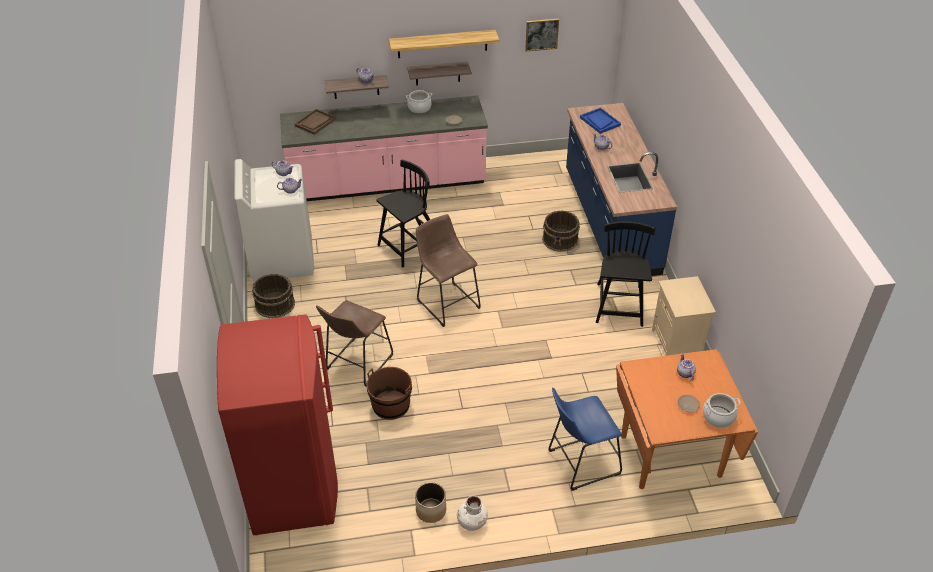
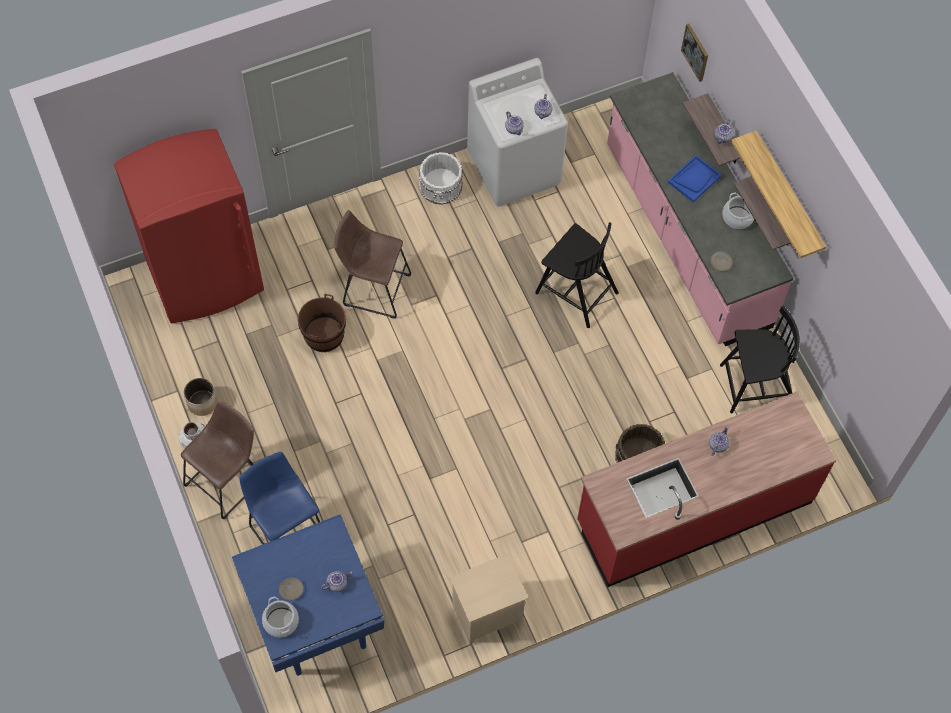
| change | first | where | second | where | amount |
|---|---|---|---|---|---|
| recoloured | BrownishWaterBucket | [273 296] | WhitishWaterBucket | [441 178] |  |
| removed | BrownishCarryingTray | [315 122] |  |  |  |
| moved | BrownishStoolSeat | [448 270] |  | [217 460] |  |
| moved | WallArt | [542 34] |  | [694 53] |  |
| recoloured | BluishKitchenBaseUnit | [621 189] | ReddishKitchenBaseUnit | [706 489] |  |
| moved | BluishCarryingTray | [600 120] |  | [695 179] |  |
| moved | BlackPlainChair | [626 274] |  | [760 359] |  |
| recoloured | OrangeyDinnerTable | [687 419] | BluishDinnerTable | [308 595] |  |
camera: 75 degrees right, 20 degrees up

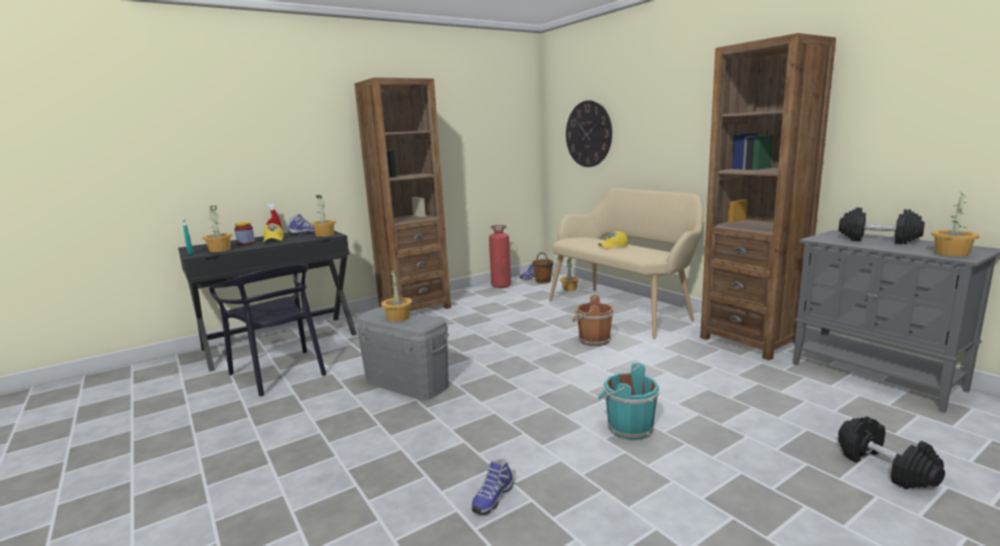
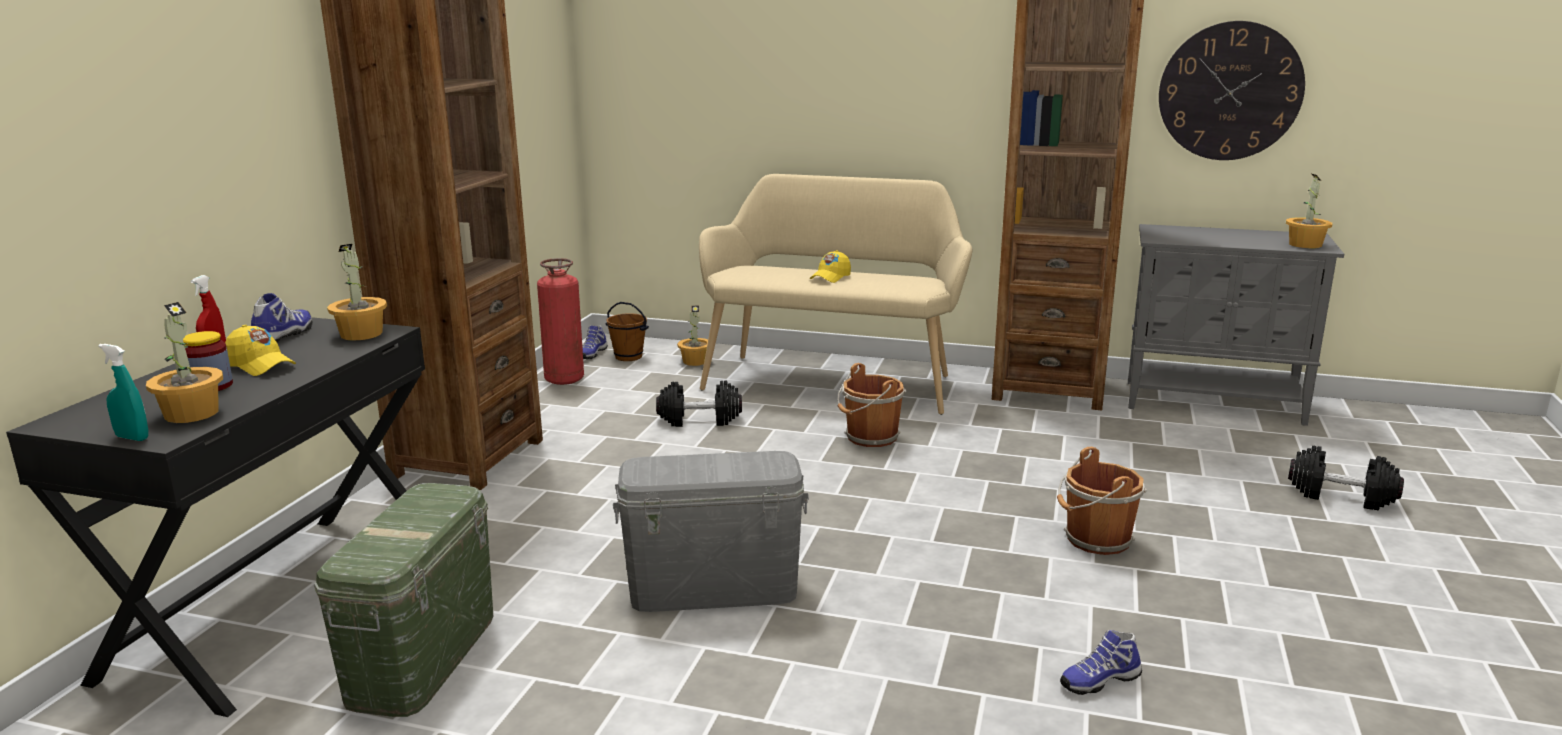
| change | first | where | second | where | amount |
|---|---|---|---|---|---|
| replaced | BlackPlainChair | [267 330] | GreenStorageBin | [403 600] |  |
| removed | PottedPlant | [396 295] |  |  |  |
| turned | Shoe | [493 487] |  | [1101 662] | 75 degrees clockwise |
| moved | WallClock | [589 133] |  | [1232 90] |  |
| recoloured | BlueGreenWaterBucket | [628 401] | BrownishWaterBucket | [1102 501] |  |
| moved | BlackHandWeight | [882 225] |  | [699 404] |  |
camera: 40 degrees left, 5 degrees up

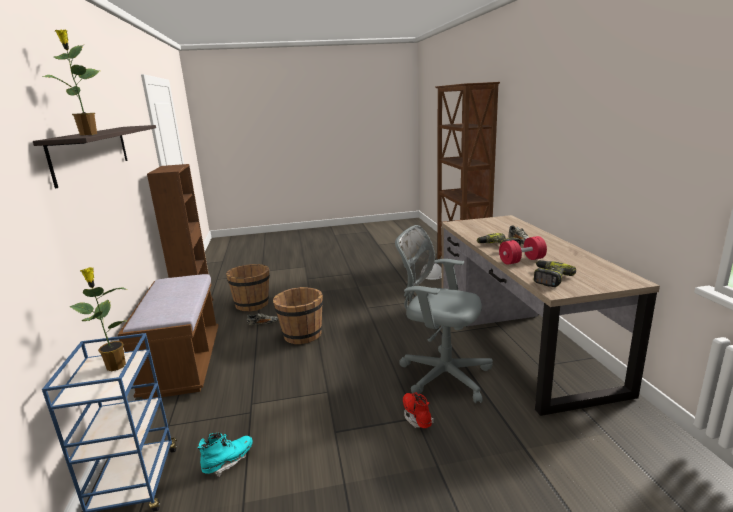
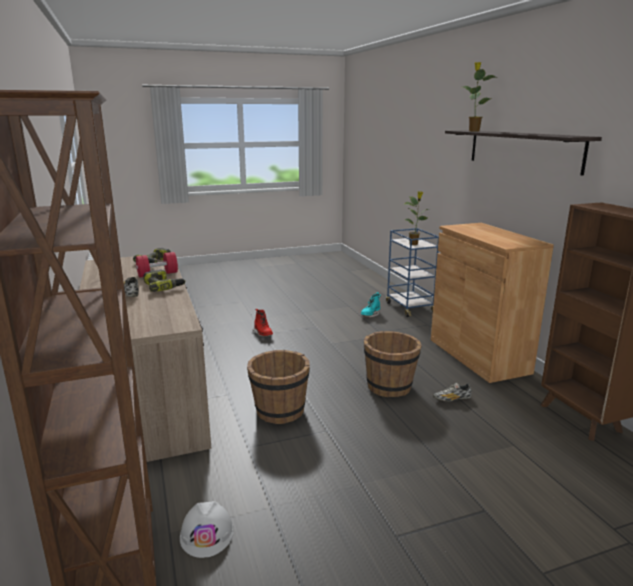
| change | first | where | second | where | amount |
|---|---|---|---|---|---|
| replaced | BrownishLongSeat | [168 336] | BrownishCupboard | [492 303] |  |
| moved | BrownishWaterBucket | [248 287] |  | [278 387] |  |
| removed | GrayOfficeChair | [444 314] |  |  |  |
camera: 170 degrees right, 0 degrees up

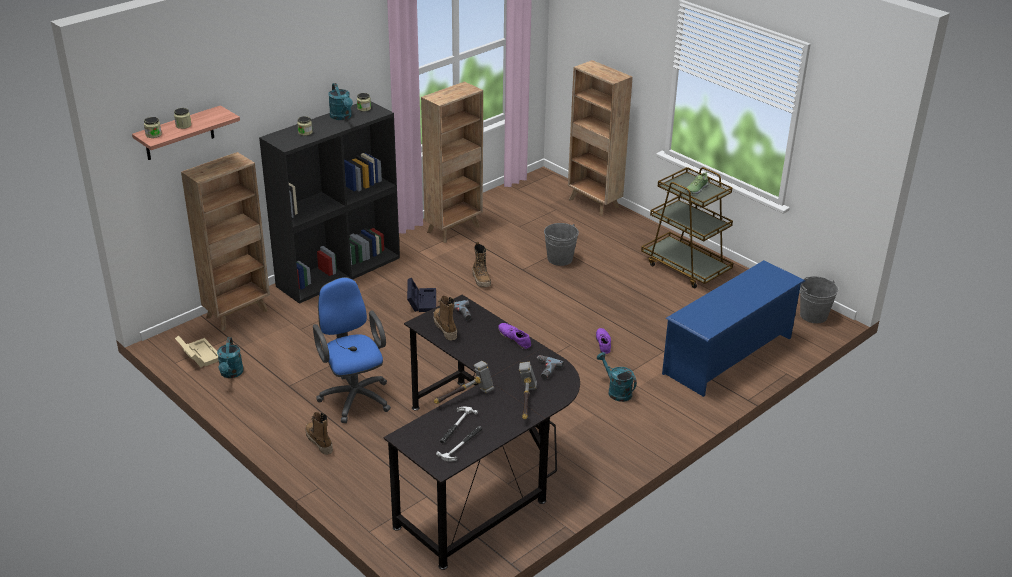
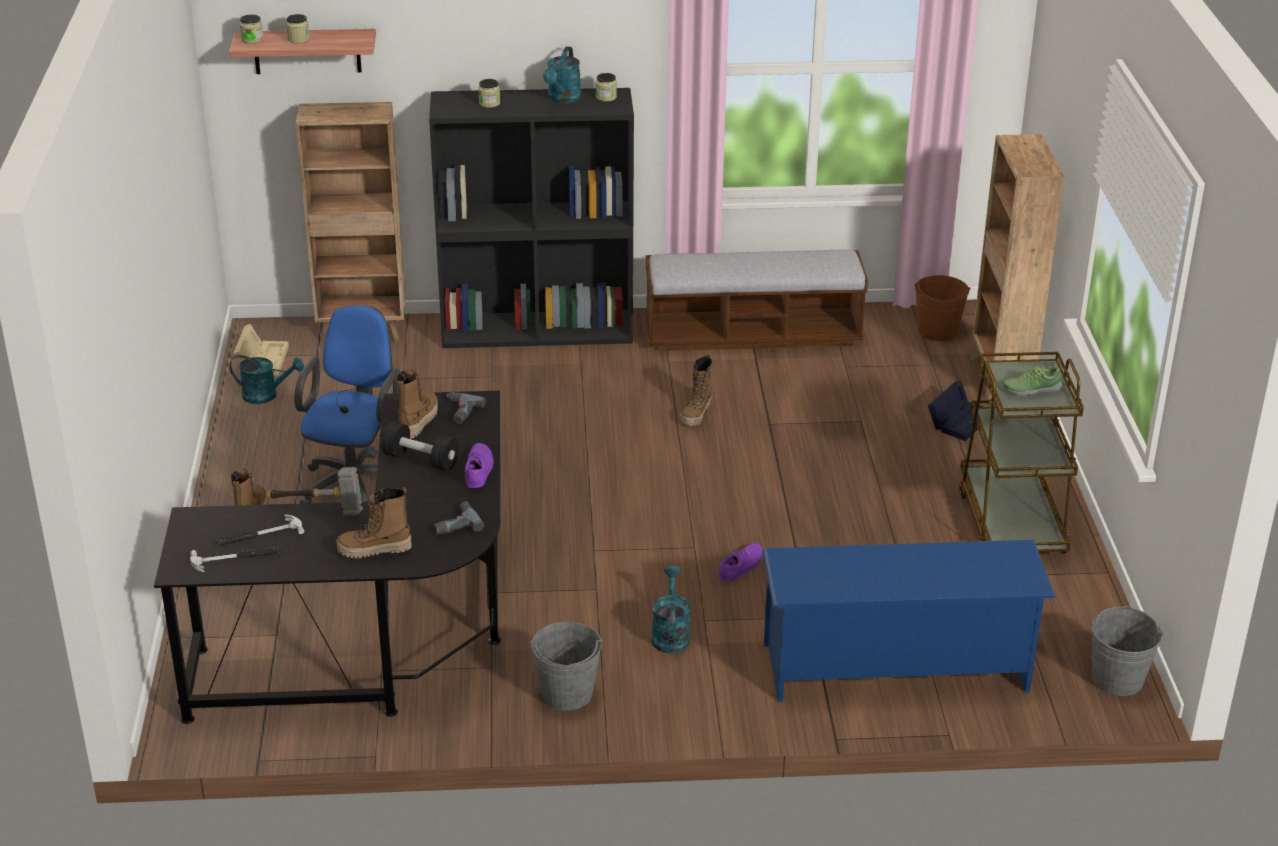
| change | first | where | second | where | amount |
|---|---|---|---|---|---|
| turned | BlueGreenSprinklingCan | [230 357] |  | [267 379] | 120 degrees counterclockwise |
| moved | BlackStorageBin | [421 295] |  | [955 411] |  |
| replaced | BrownishBookcase | [452 162] | LongSeat | [756 300] |  |
| replaced | Hammer | [528 391] | TallBoot | [374 522] |  |
| moved | GrayWaterBucket | [561 244] |  | [566 666] |  |
| added |  |  | BlackHandWeight | [420 446] |  |
| added |  |  | BrownishWaterBucket | [942 308] |  |
camera: 40 degrees right, 0 degrees up

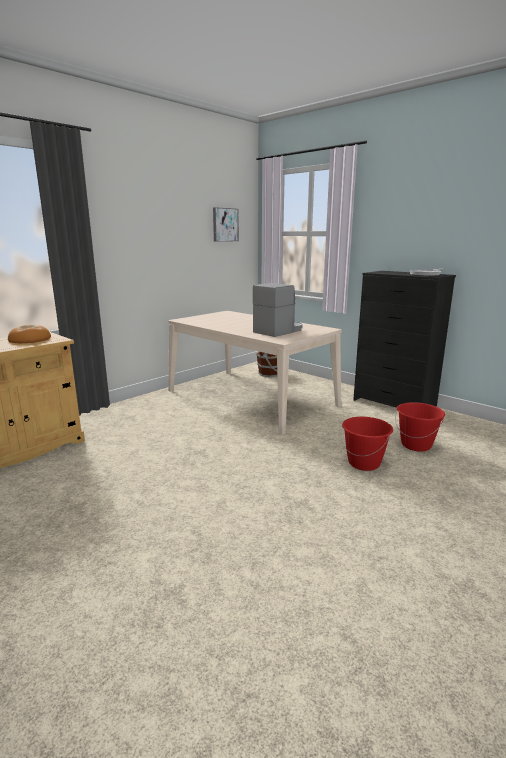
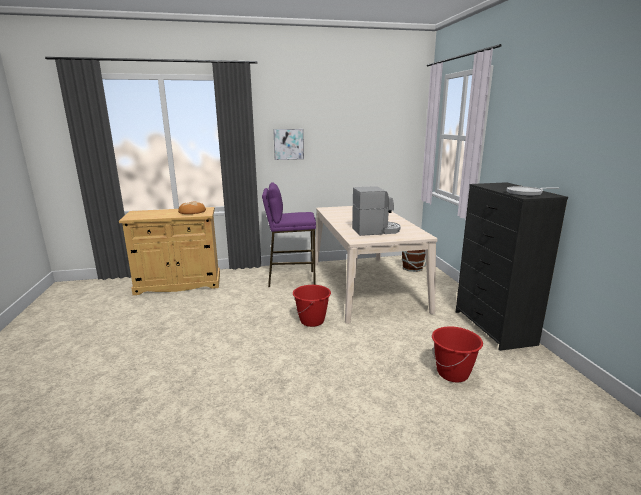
| change | first | where | second | where | amount |
|---|---|---|---|---|---|
| moved | WallArt | [226 224] |  | [288 144] |  |
| moved | ReddishWaterBucket | [367 444] |  | [312 306] |  |
| added |  |  | PurpleColouredStoolSeat | [289 234] |  |
camera: 35 degrees right, 0 degrees up

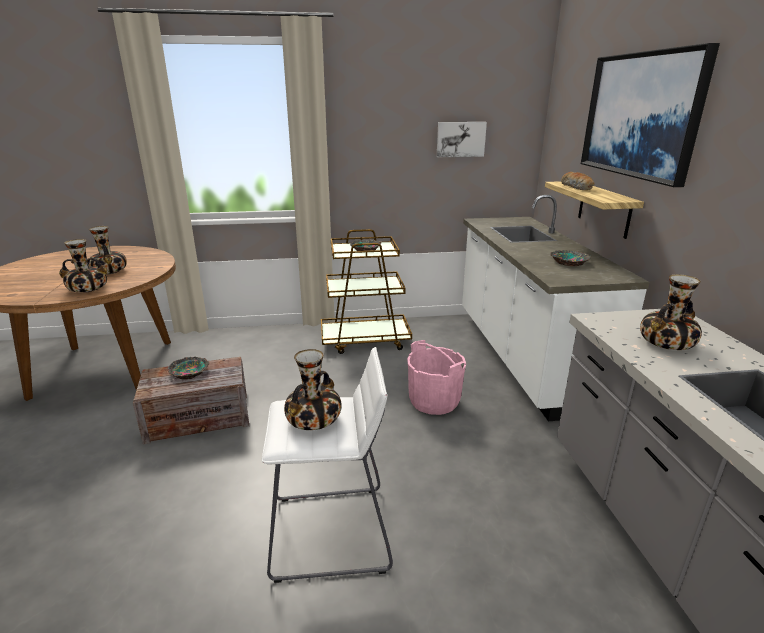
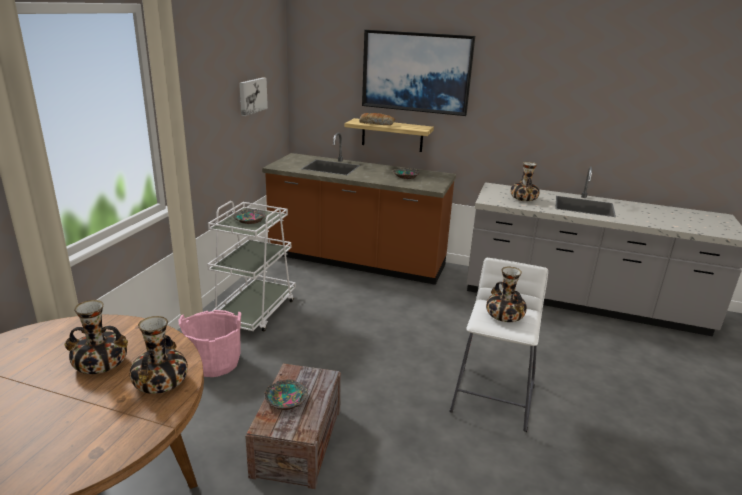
| change | first | where | second | where | amount |
|---|---|---|---|---|---|
| recoloured | BrownishTrolley | [366 291] | WhitishTrolley | [251 266] |  |
| moved | PinkishWaterBucket | [436 377] |  | [209 343] |  |
| recoloured | WhitishKitchenBaseUnit | [556 308] | BrownishKitchenBaseUnit | [359 208] |  |
camera: 65 degrees left, 0 degrees up

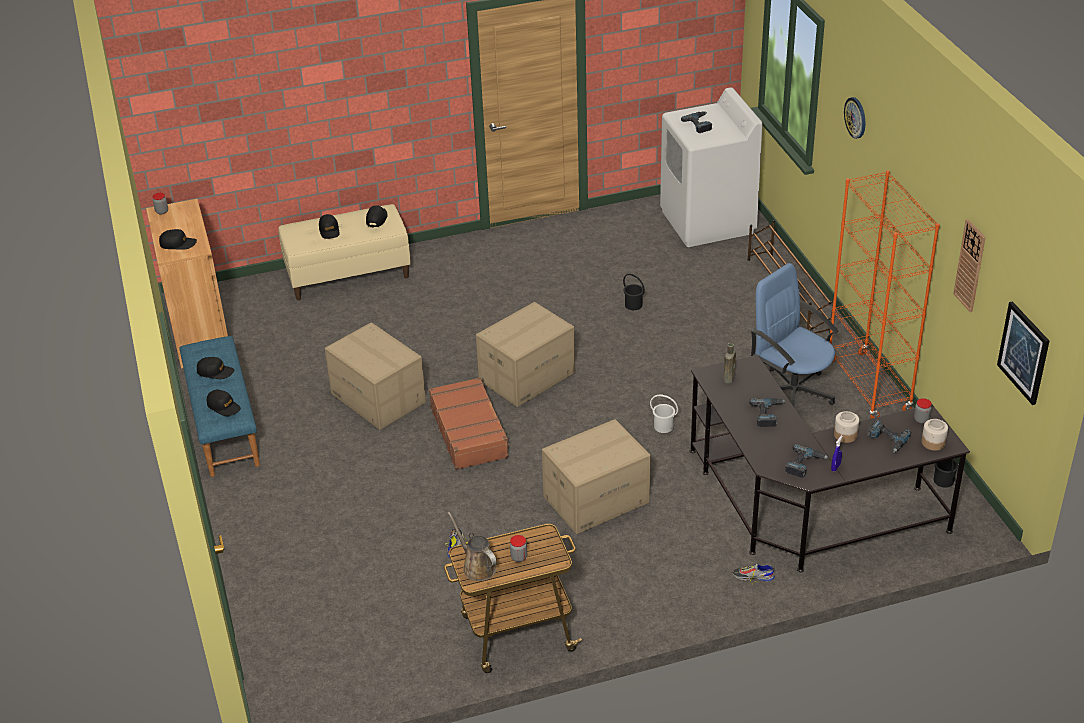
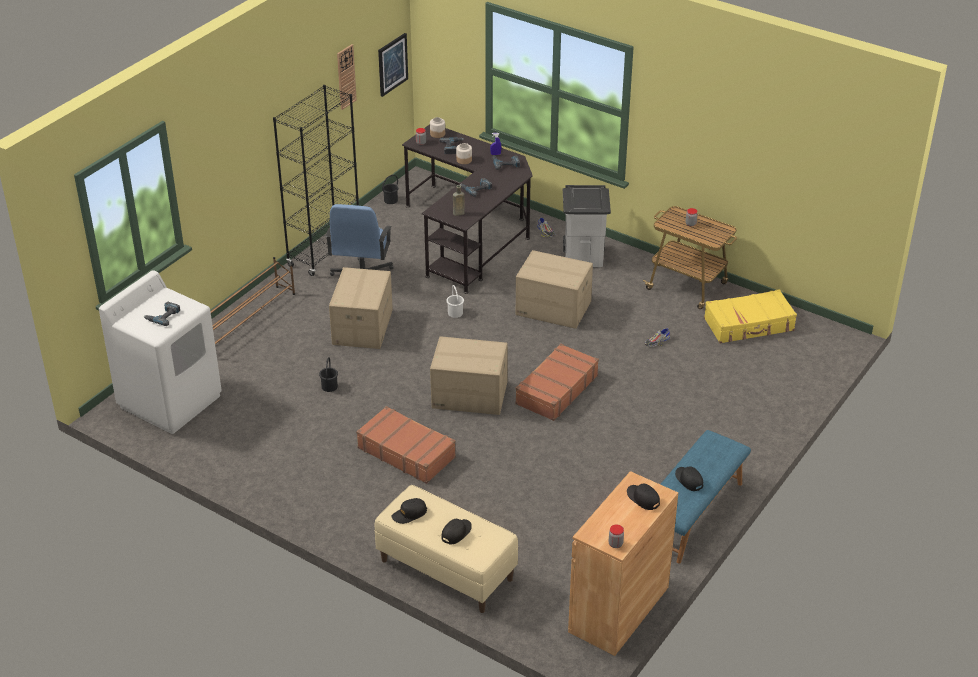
| change | first | where | second | where | amount |
|---|---|---|---|---|---|
| removed | BlackBaseballCap | [224 402] |  |  |  |
| moved | PackingBox | [375 376] |  | [361 308] |  |
| removed | BrownishSprinklingCan | [472 546] |  |  |  |
| recoloured | OrangeyBookcase | [885 295] | BlackBookcase | [316 180] |  |
| removed | WallClock | [854 118] |  |  |  |
| added |  |  | BrownishPieceOfLuggage | [406 445] |  |
| added |  |  | GrayWasteBin | [587 226] |  |
| added |  |  | YellowPieceOfLuggage | [750 316] |  |
camera: 130 degrees left, 0 degrees up

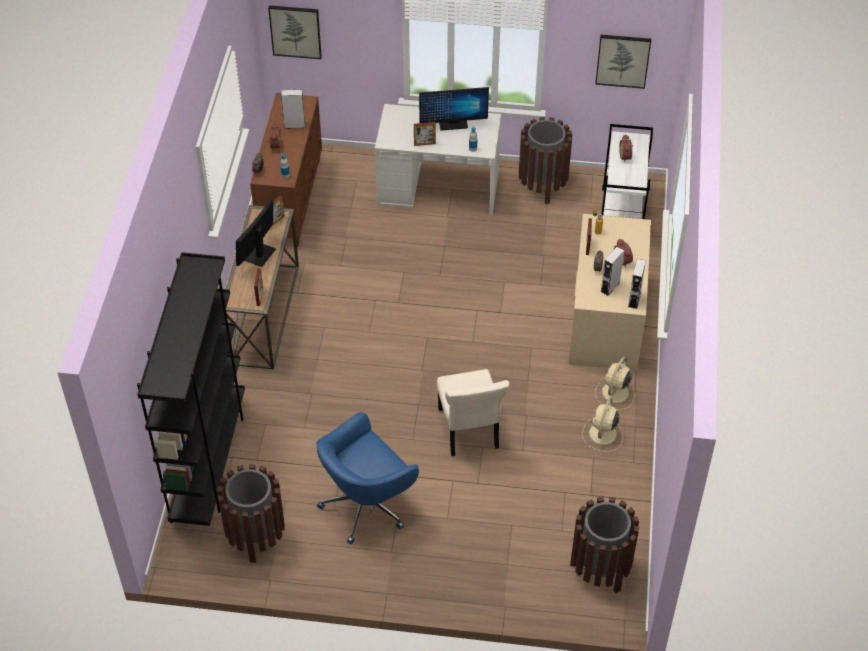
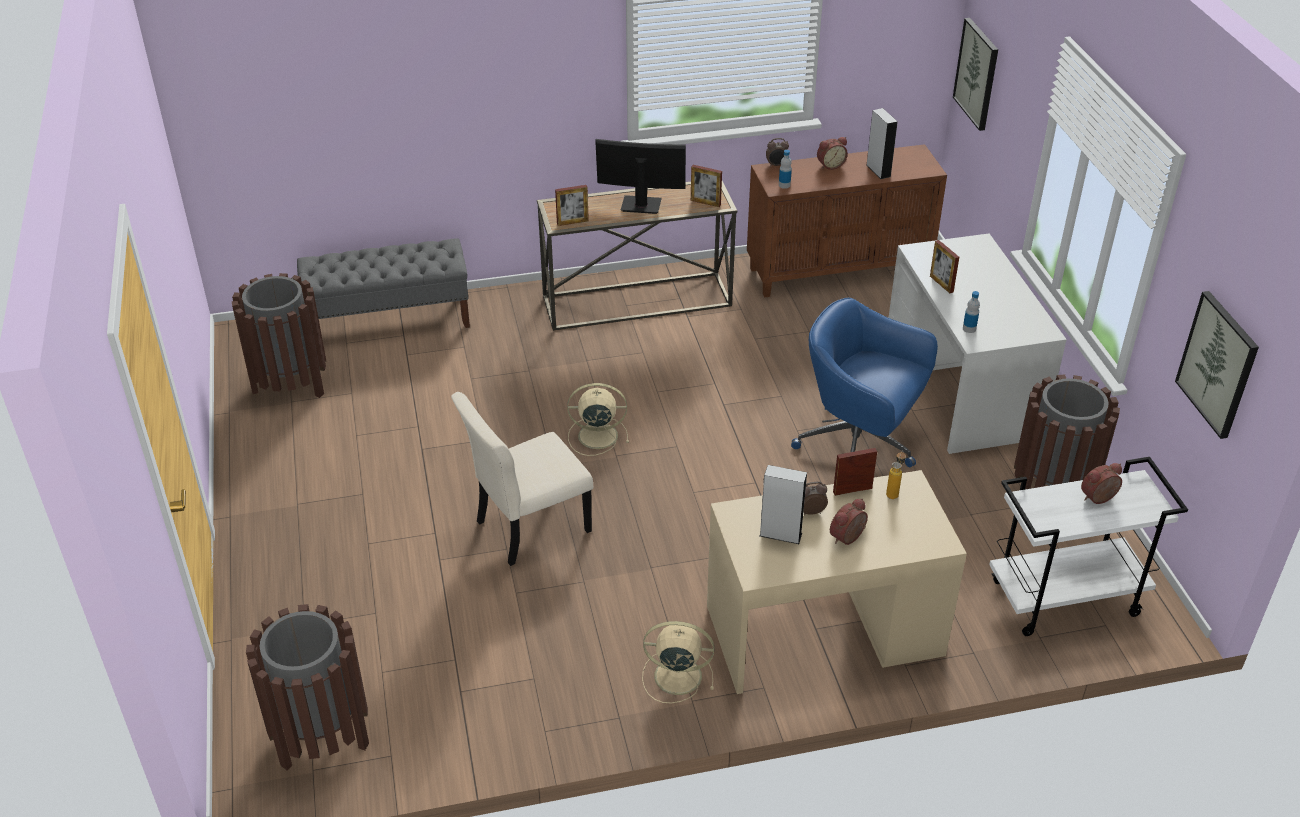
| change | first | where | second | where | amount |
|---|---|---|---|---|---|
| replaced | BlackBookcase | [191 389] | GrayLongSeat | [383 283] |  |
| moved | BluishOfficeChair | [368 478] |  | [864 382] |  |
| removed | Monitor | [454 109] |  |  |  |
| moved | SandColouredFan | [603 424] |  | [598 419] |  |
| removed | GrayLoudspeaker | [637 284] |  |  |  |
camera: 70 degrees right, 10 degrees down

